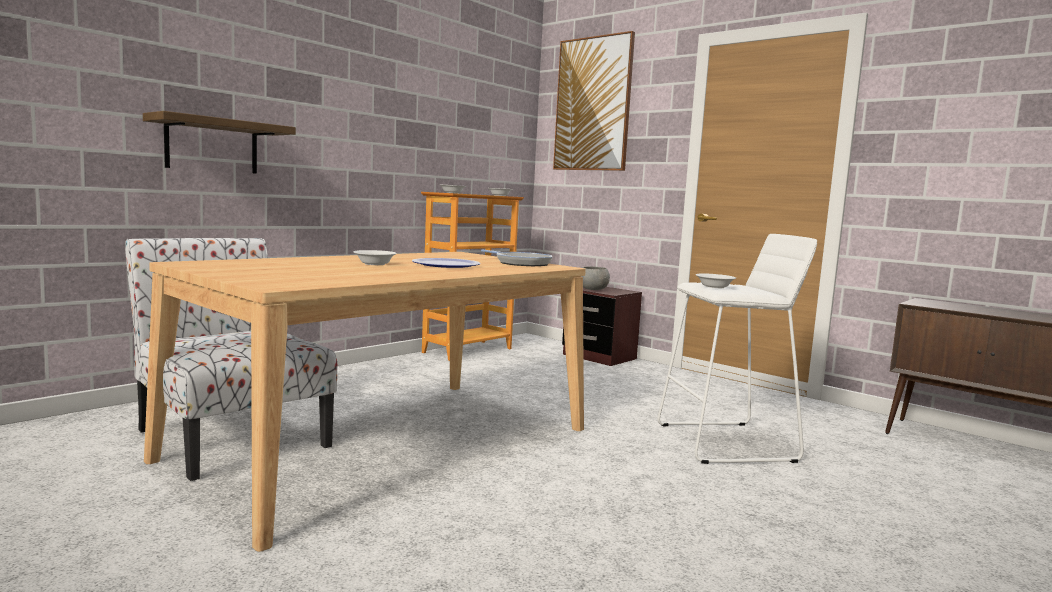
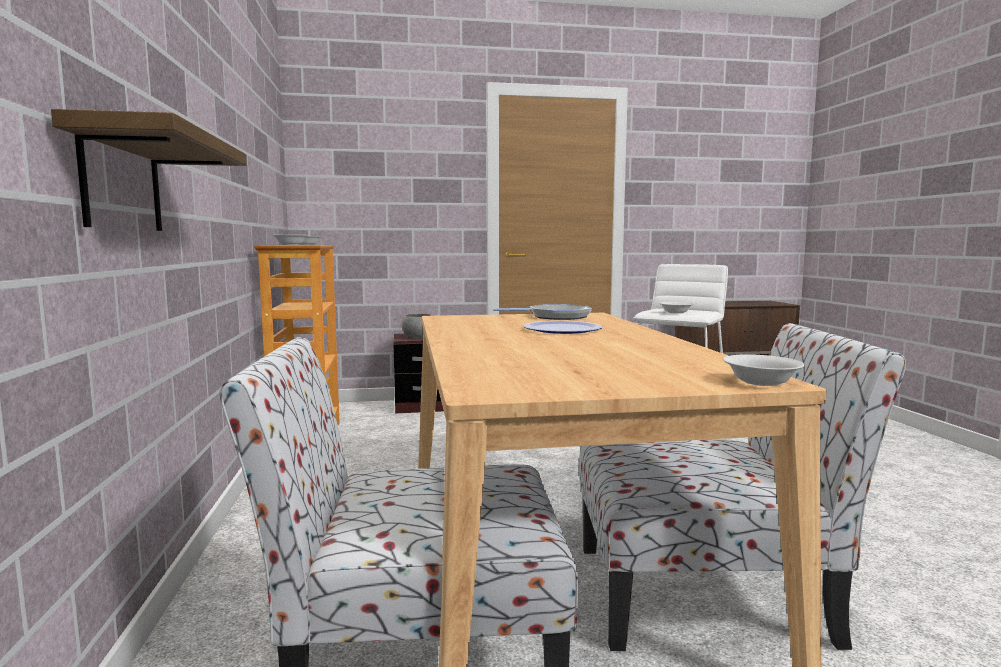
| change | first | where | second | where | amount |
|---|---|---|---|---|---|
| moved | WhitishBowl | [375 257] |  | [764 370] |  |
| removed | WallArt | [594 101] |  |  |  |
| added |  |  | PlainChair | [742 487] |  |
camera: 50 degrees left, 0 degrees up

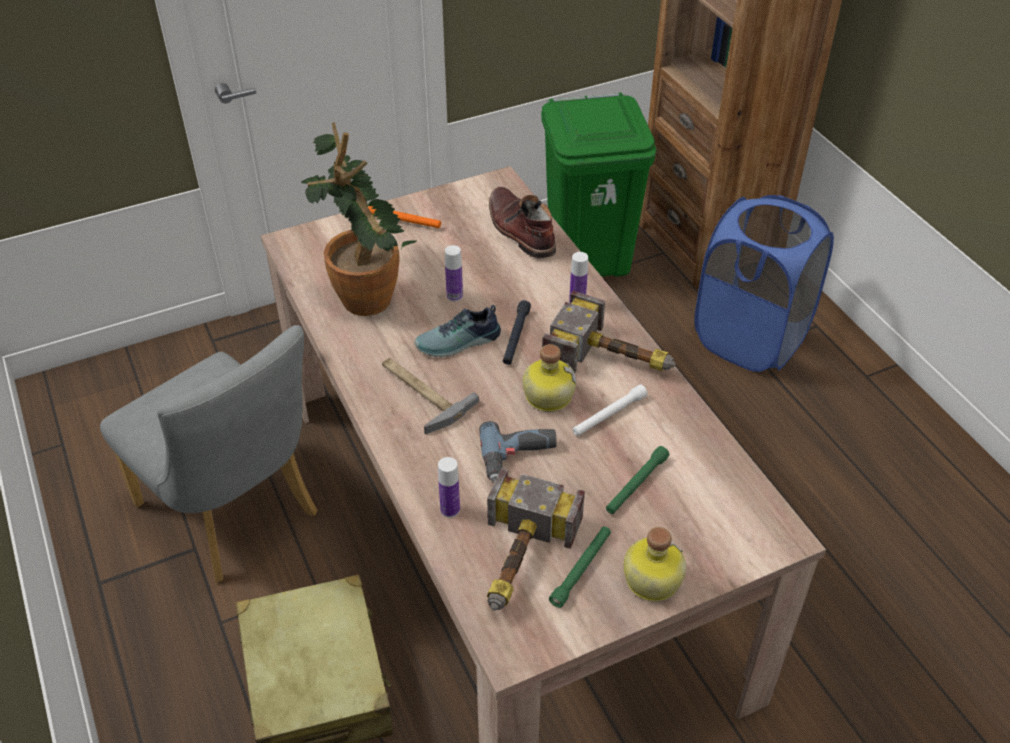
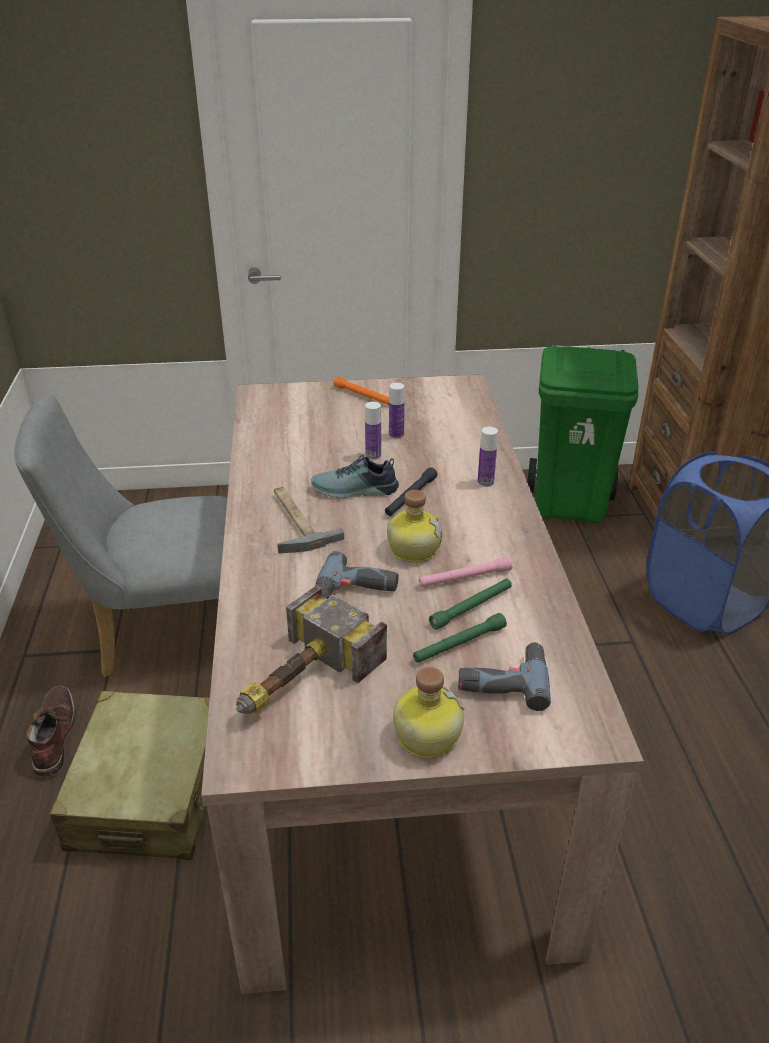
| change | first | where | second | where | amount |
|---|---|---|---|---|---|
| turned | GrayPlainChair | [208 453] |  | [120 535] | 105 degrees clockwise |
| removed | PottedPlant | [359 219] |  |  |  |
| moved | DrinkBottle | [449 487] |  | [397 411] |  |
| moved | BrownishTallBoot | [522 223] |  | [51 731] |  |
| removed | Hammer | [609 332] |  |  |  |
| moved | GreenFlashlight | [580 567] |  | [470 604] |  |
| recoloured | WhitishFlashlight | [610 410] | PinkishFlashlight | [465 571] |  |
| added |  |  | ElectricDrill | [504 676] |  |
camera: 20 degrees right, 10 degrees down

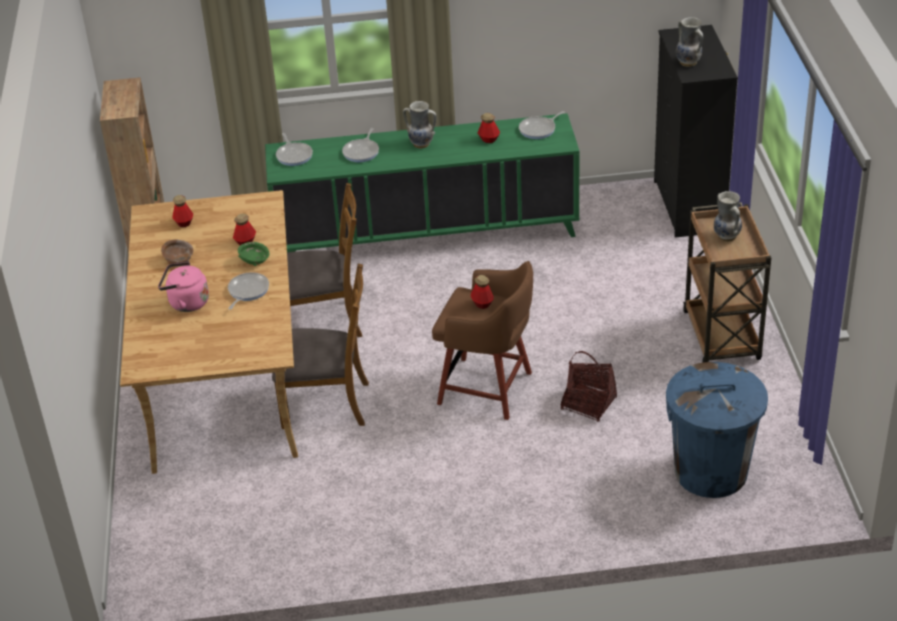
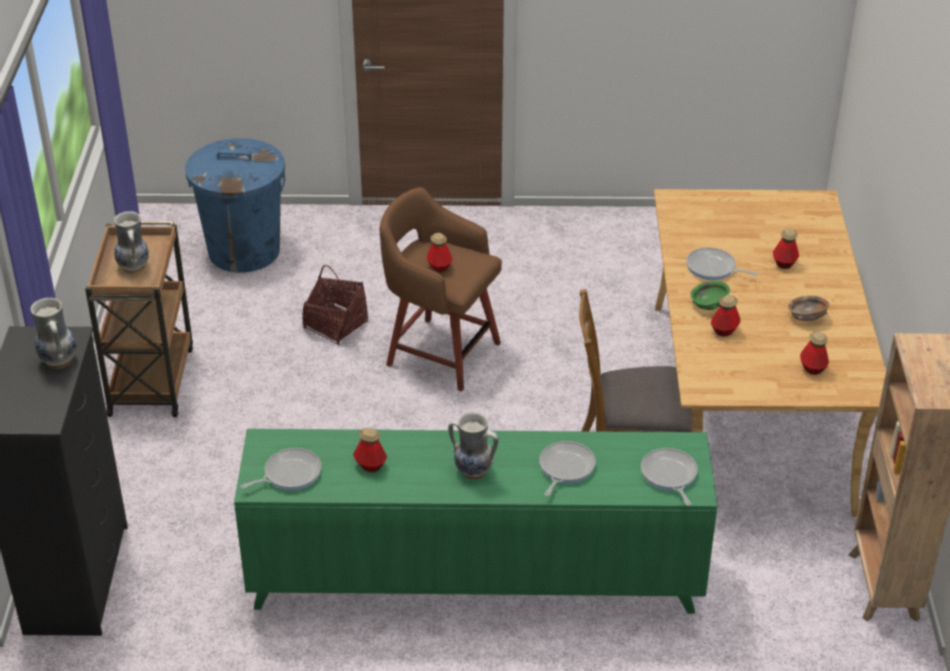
| change | first | where | second | where | amount |
|---|---|---|---|---|---|
| replaced | PinkishKettle | [183 287] | DrinkBottle | [786 248] |  |
| turned | FryingPan | [248 291] |  | [722 263] | 90 degrees clockwise |
| removed | BrownishPlainChair | [320 346] |  |  |  |
camera: 175 degrees left, 0 degrees up

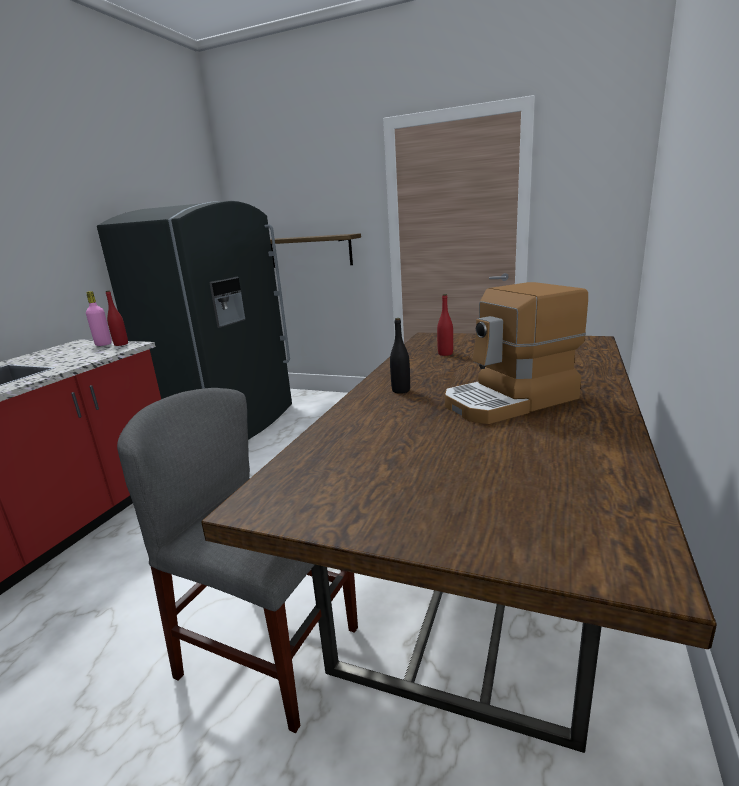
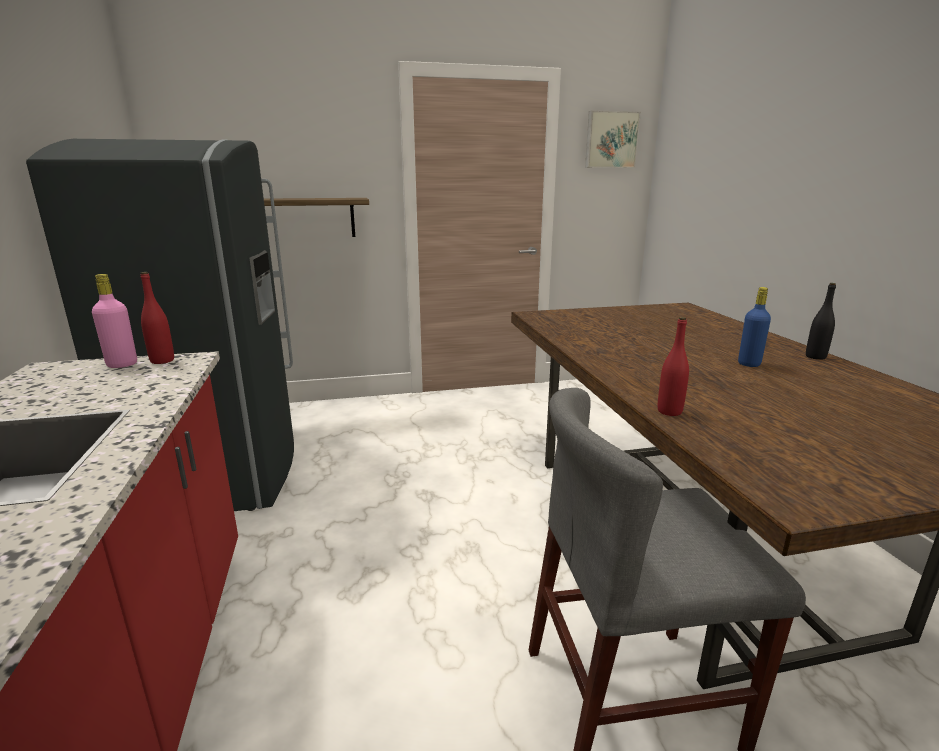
| change | first | where | second | where | amount |
|---|---|---|---|---|---|
| moved | BlackDrinkBottle | [400 356] |  | [821 321] |  |
| moved | ReddishDrinkBottle | [445 325] |  | [673 366] |  |
| replaced | CoffeeBrewer | [516 353] | BluishDrinkBottle | [754 327] |  |
| added |  |  | WallArt | [613 139] |  |
camera: 35 degrees left, 0 degrees up

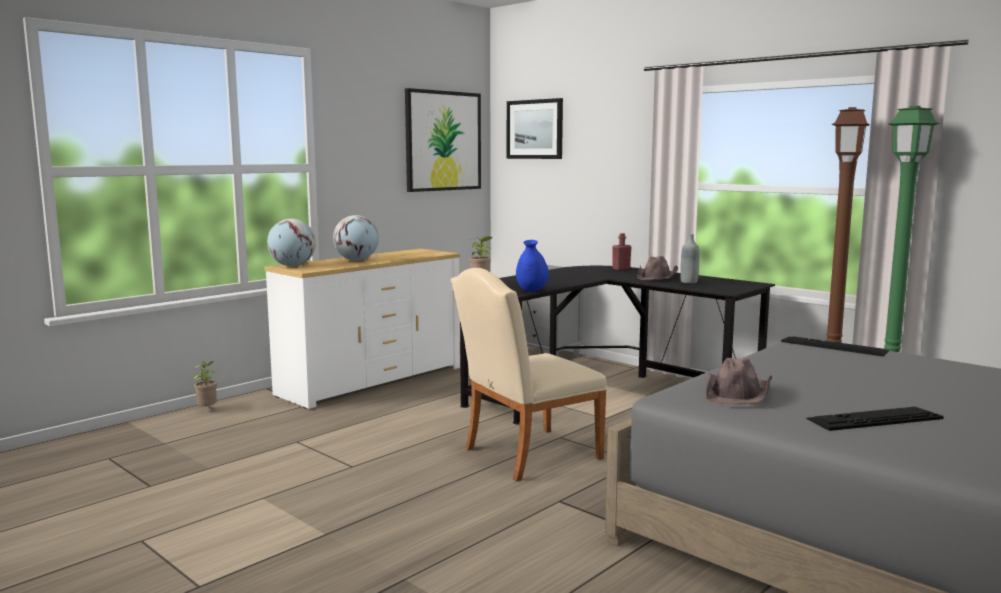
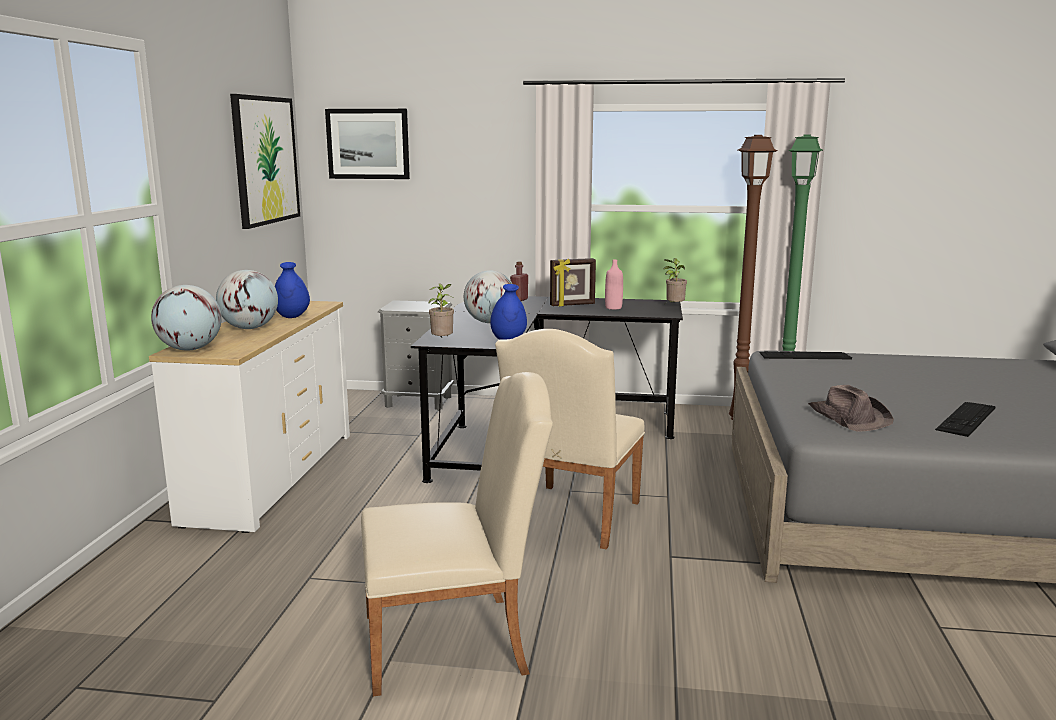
| change | first | where | second | where | amount |
|---|---|---|---|---|---|
| moved | PottedPlant | [205 383] |  | [675 280] |  |
| replaced | BrownishWearableHat | [658 268] | PhotoFrame | [573 282] |  |
| recoloured | GrayDrinkBottle | [690 258] | PinkishDrinkBottle | [614 284] |  |
| added |  |  | BluishDecorativeVase | [292 290] |  |
| added |  |  | SandColouredPlainChair | [457 534] |  |
| added |  |  | WorldGlobe | [488 296] |  |
camera: 35 degrees left, 5 degrees up

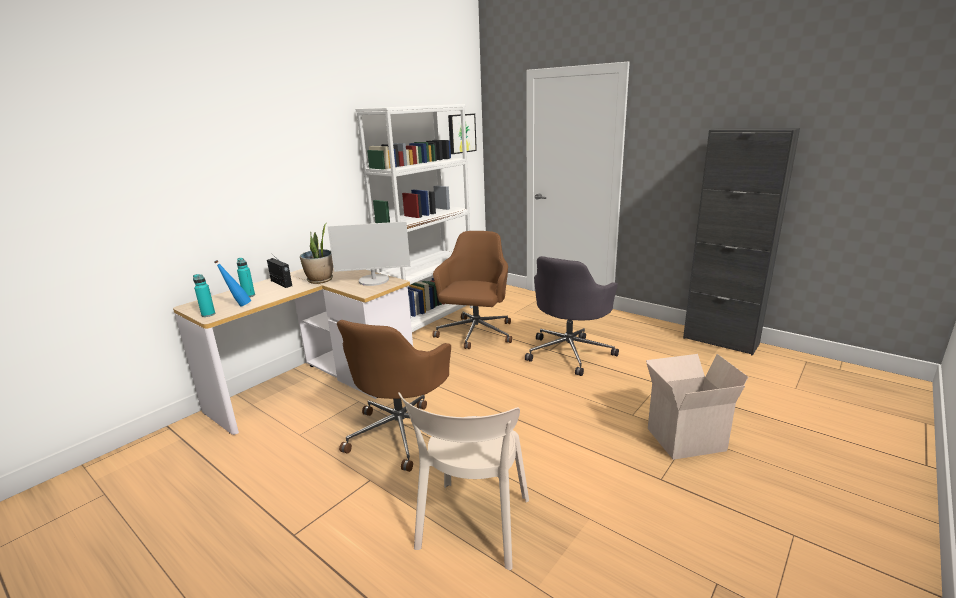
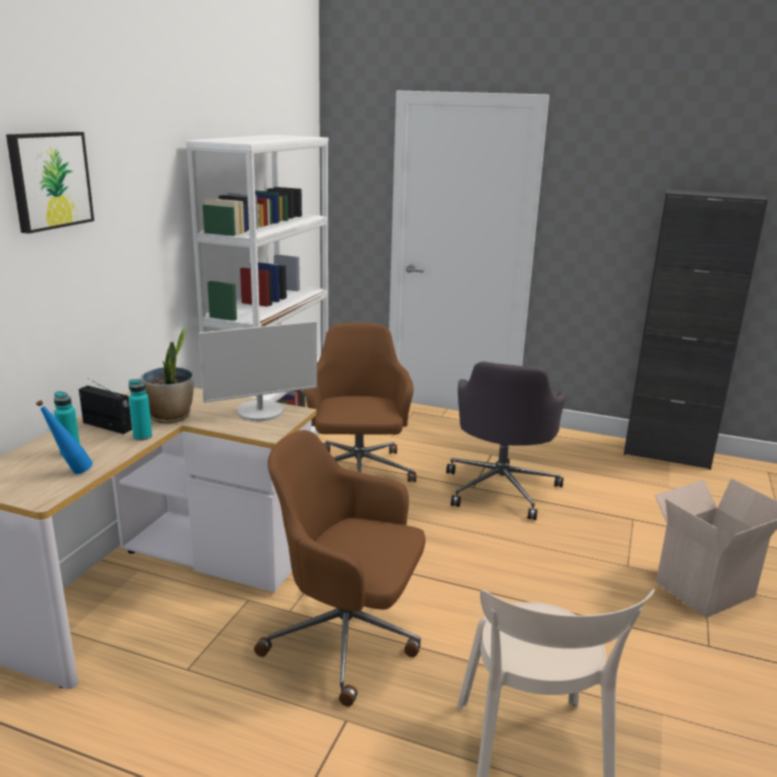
| change | first | where | second | where | amount |
|---|---|---|---|---|---|
| moved | BlueGreenDrinkBottle | [204 295] |  | [140 410] |  |
| turned | BrownishOfficeChair | [394 396] |  | [340 568] | 105 degrees clockwise |
| moved | WallArt | [462 134] |  | [50 183] |  |
camera: 20 degrees left, 0 degrees up

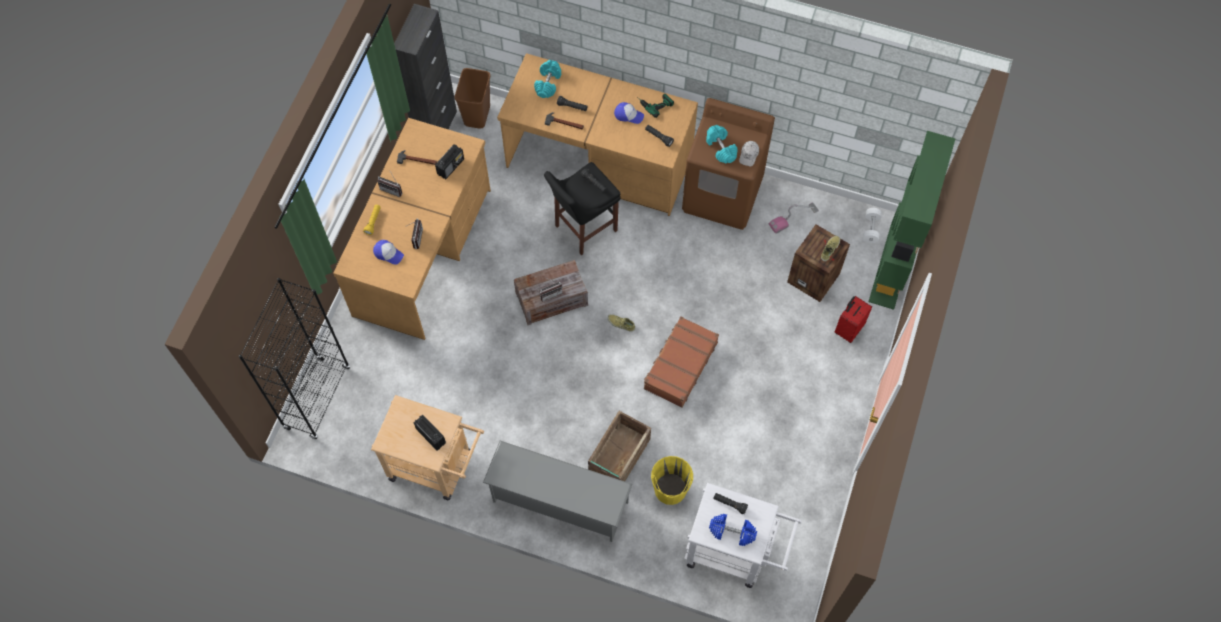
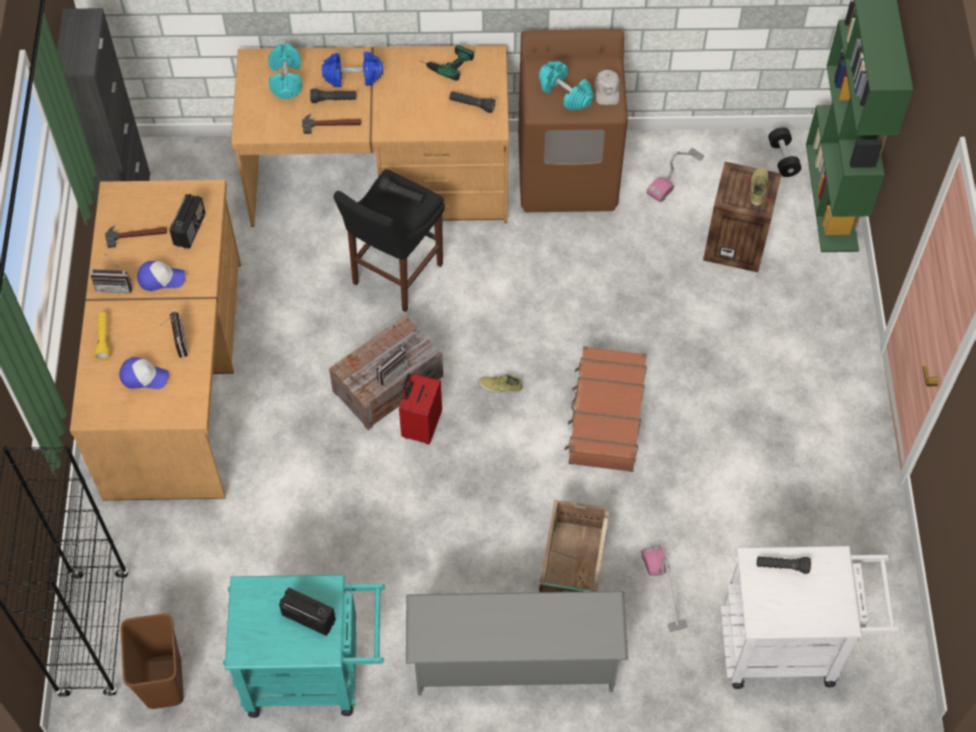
| change | first | where | second | where | amount |
|---|---|---|---|---|---|
| recoloured | SandColouredTrolley | [427 447] | BlueGreenTrolley | [304 646] |  |
| moved | BrownishWasteBin | [472 98] |  | [152 661] |  |
| moved | BaseballCap | [629 113] |  | [161 276] |  |
| replaced | YellowWaterBucket | [672 480] | Hoover | [664 588] |  |
| moved | BluishHandWeight | [733 530] |  | [352 69] |  |
| moved | ReddishPieceOfLuggage | [853 319] |  | [420 408] |  |
| recoloured | WhitishHandWeight | [872 225] | BlackHandWeight | [785 152] |  |
camera: 20 degrees left, 5 degrees down

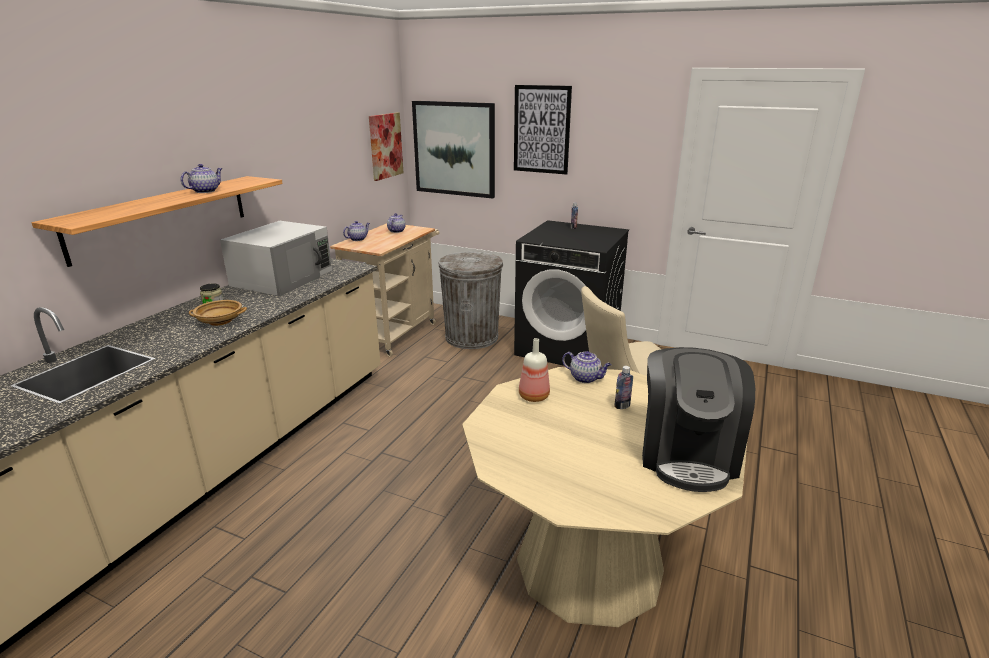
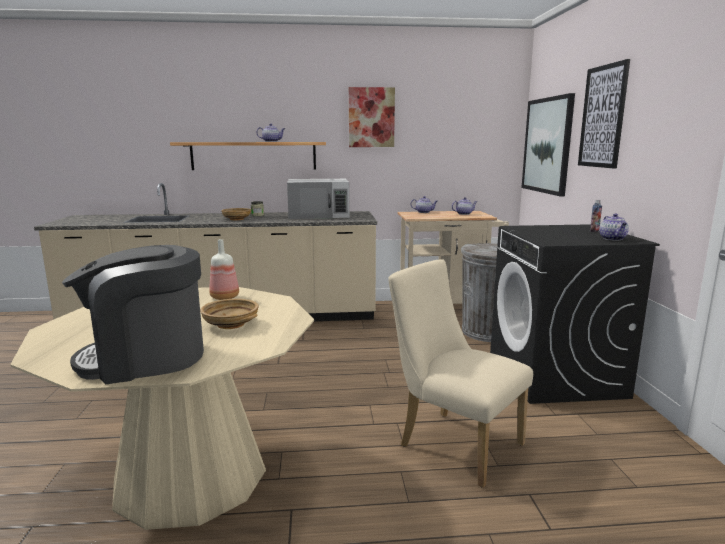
| change | first | where | second | where | amount |
|---|---|---|---|---|---|
| moved | WallArt | [386 146] |  | [372 117] |  |
| moved | TeaPot | [587 367] |  | [614 227] |  |
| replaced | DrinkBottle | [623 387] | SandColouredBowl | [229 314] |  |
camera: 60 degrees right, 10 degrees down

